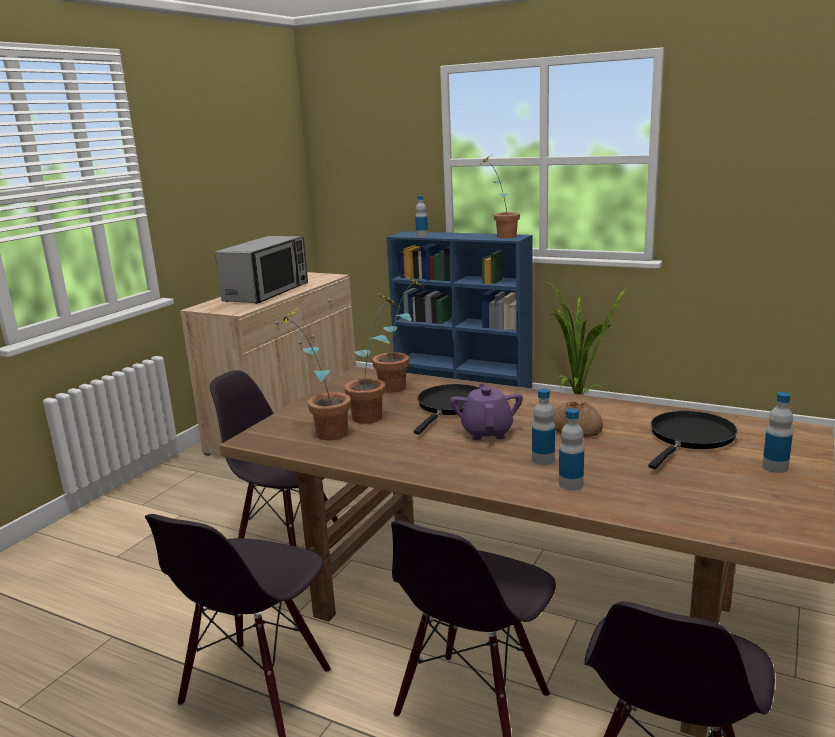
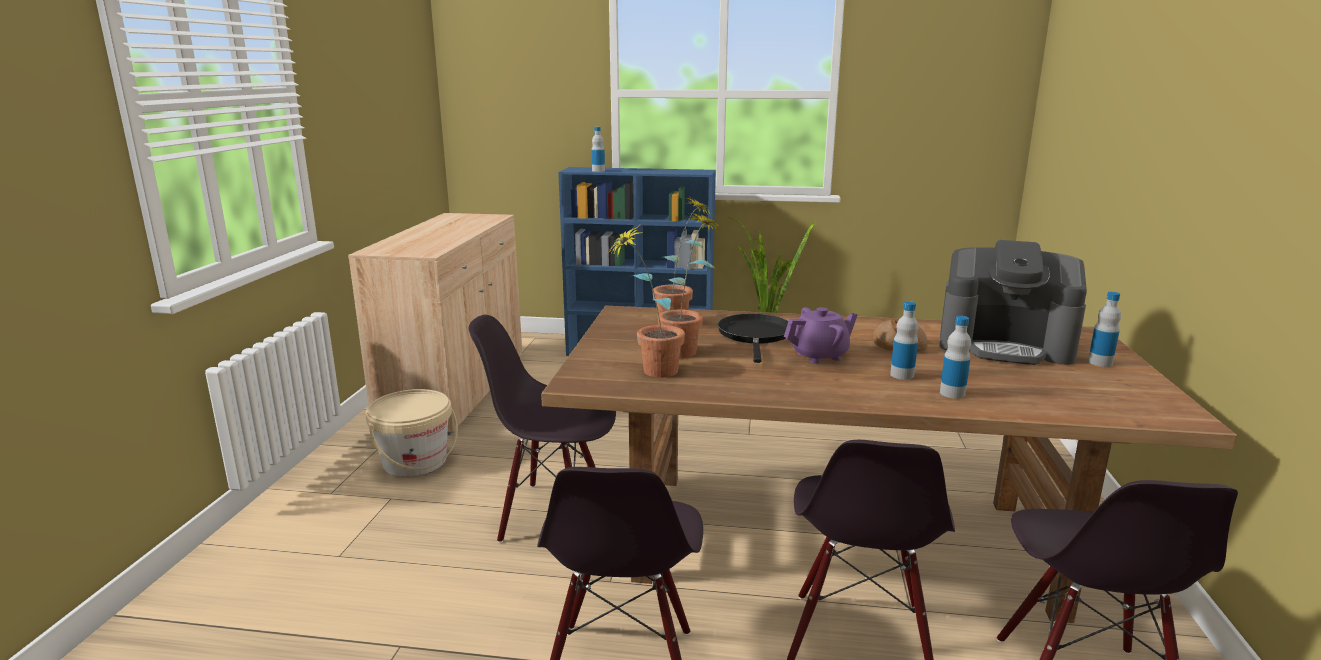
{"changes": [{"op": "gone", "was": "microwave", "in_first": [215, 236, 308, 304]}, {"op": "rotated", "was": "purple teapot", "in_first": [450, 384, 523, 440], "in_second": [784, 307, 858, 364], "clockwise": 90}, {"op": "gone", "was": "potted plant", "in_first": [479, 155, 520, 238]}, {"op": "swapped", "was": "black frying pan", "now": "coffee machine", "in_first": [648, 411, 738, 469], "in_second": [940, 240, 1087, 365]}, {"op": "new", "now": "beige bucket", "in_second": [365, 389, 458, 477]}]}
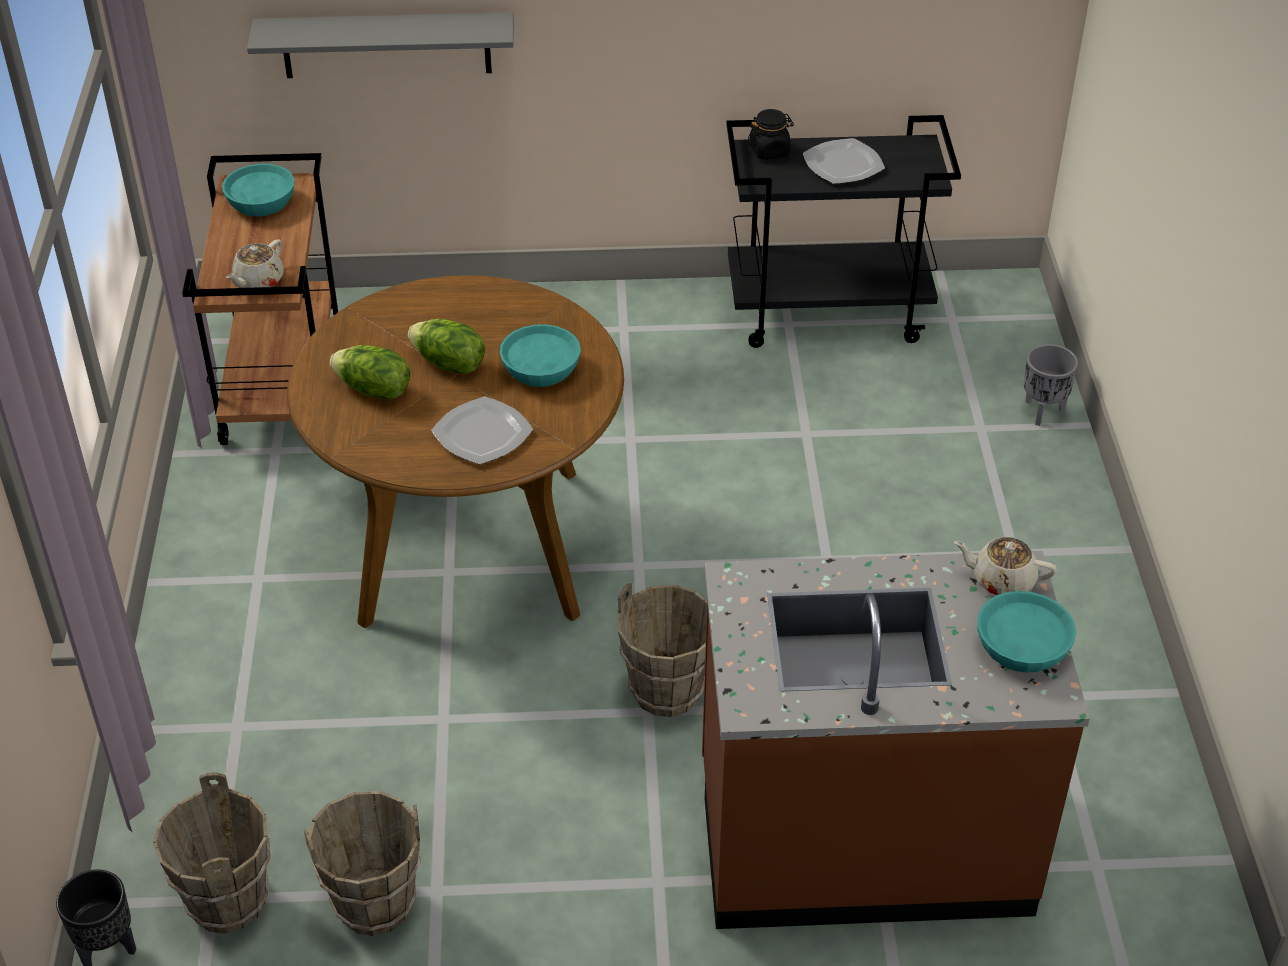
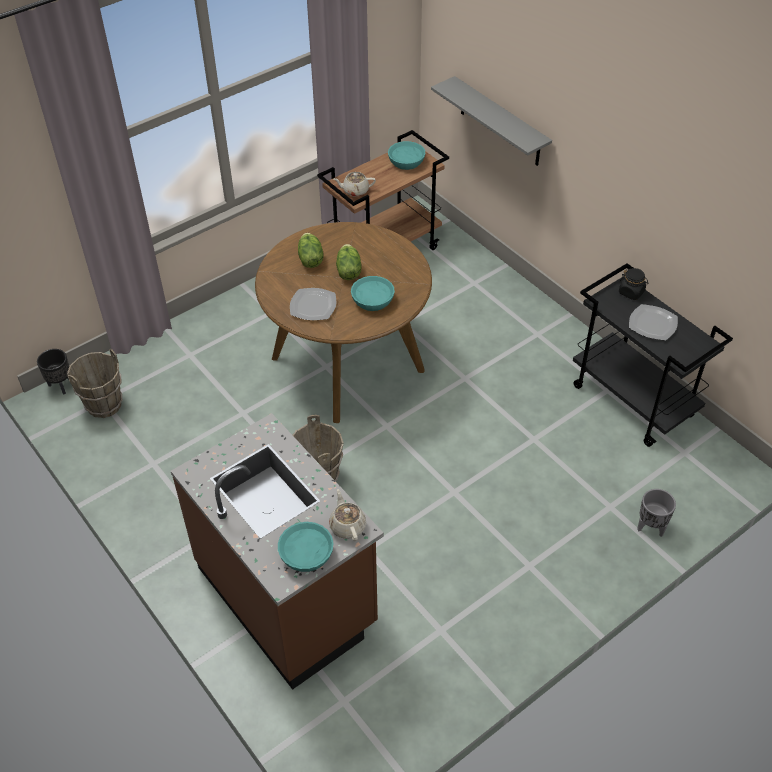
{"changes": [{"op": "gone", "was": "brown bucket", "in_first": [304, 791, 421, 936]}]}
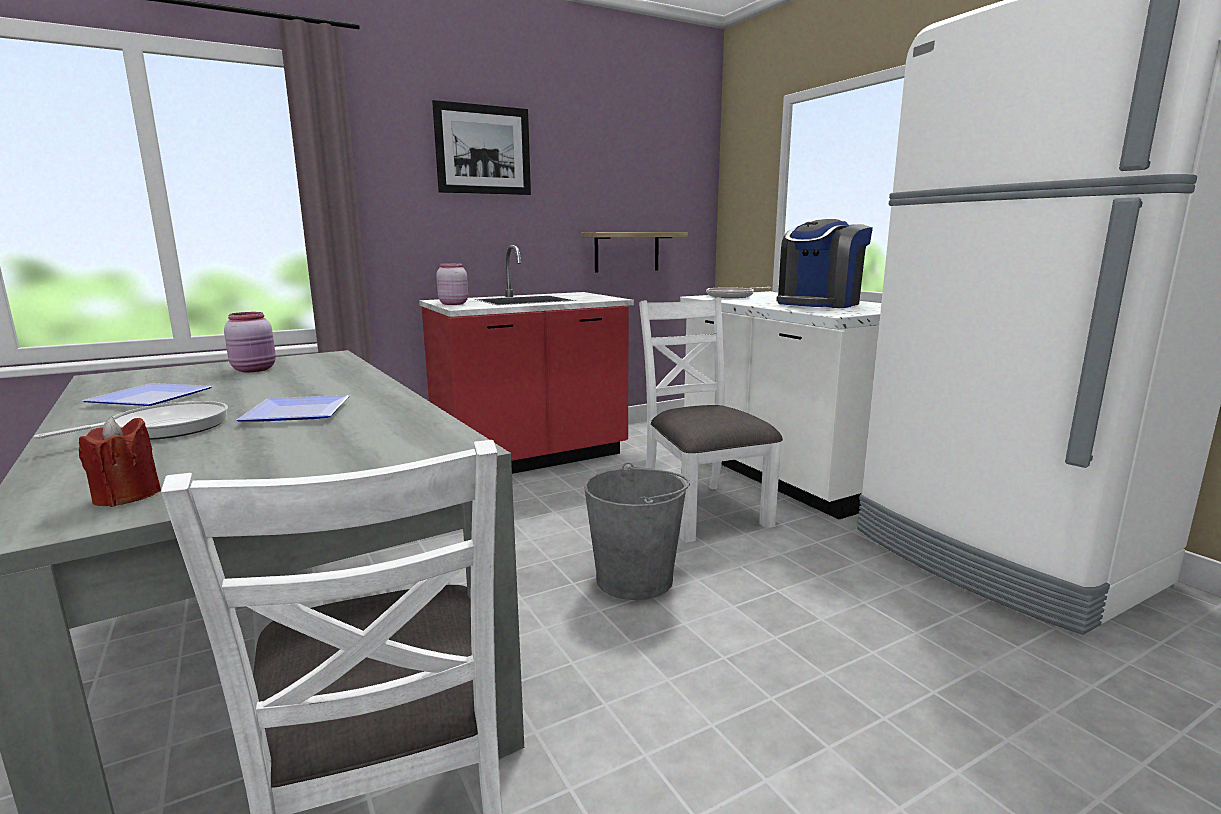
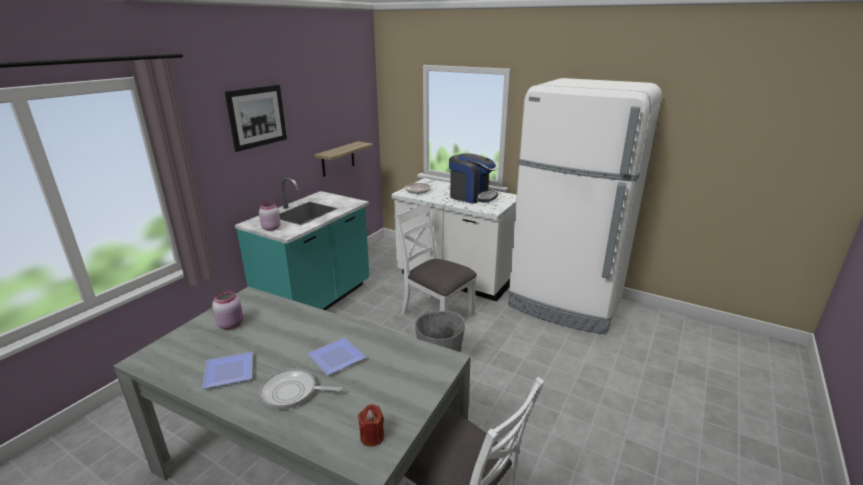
{"changes": [{"op": "rotated", "was": "frying pan", "in_first": [34, 401, 228, 440], "in_second": [260, 369, 342, 409], "clockwise": -90}, {"op": "repainted", "was": "red counter", "now": "turquoise counter", "in_first": [419, 245, 634, 474], "in_second": [235, 178, 370, 310]}, {"op": "rotated", "was": "coffee machine", "in_first": [776, 219, 873, 308], "in_second": [449, 153, 498, 204], "clockwise": -75}]}
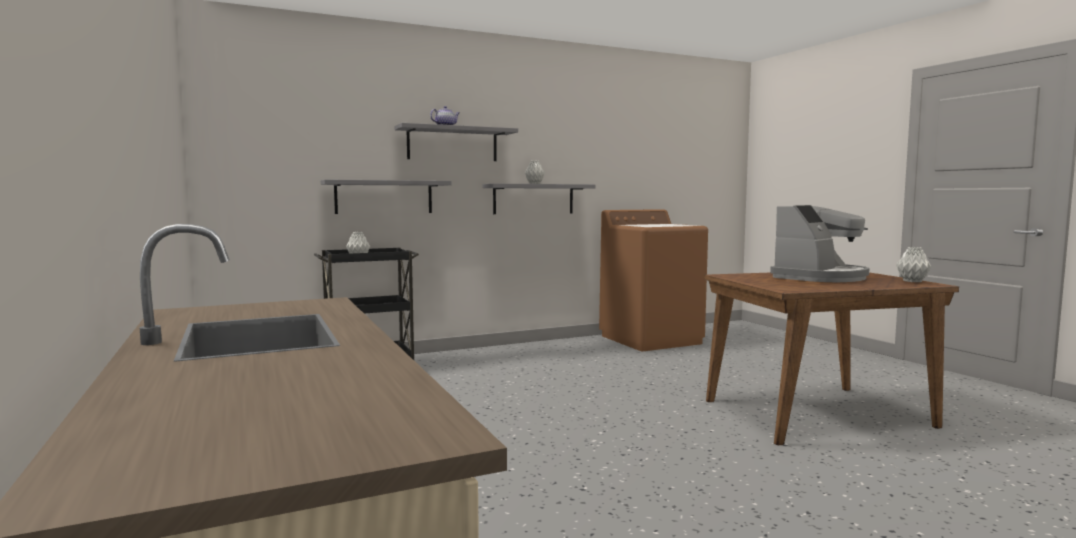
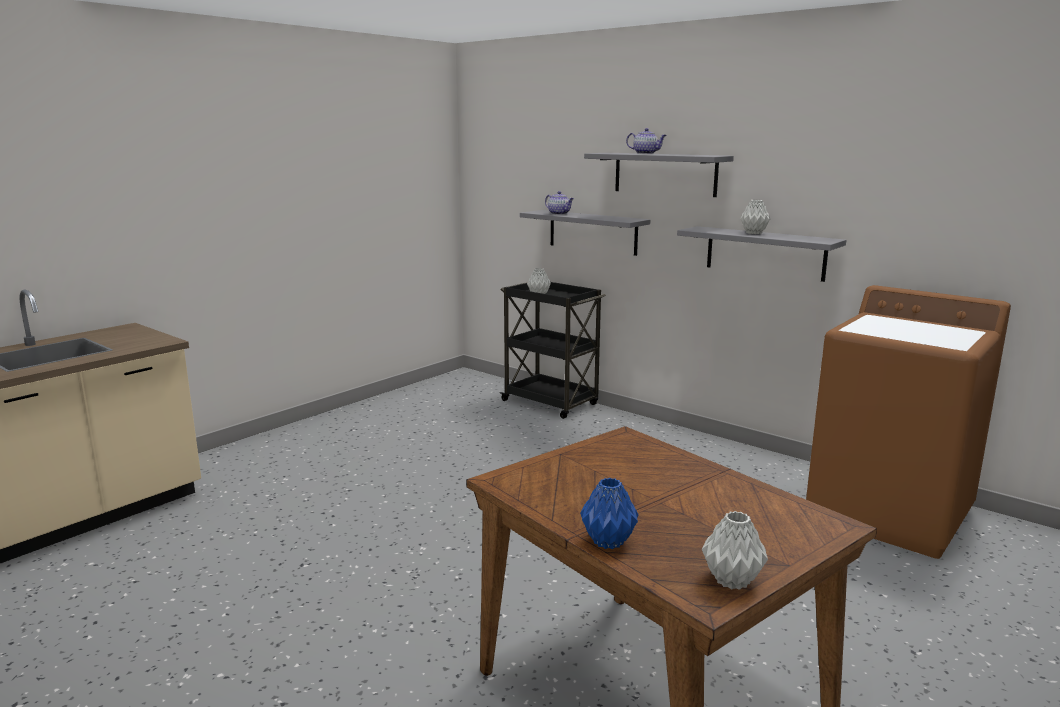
{"changes": [{"op": "gone", "was": "coffee machine", "in_first": [770, 205, 869, 282]}, {"op": "new", "now": "teapot", "in_second": [545, 191, 574, 215]}, {"op": "new", "now": "blue vase", "in_second": [580, 478, 638, 549]}]}
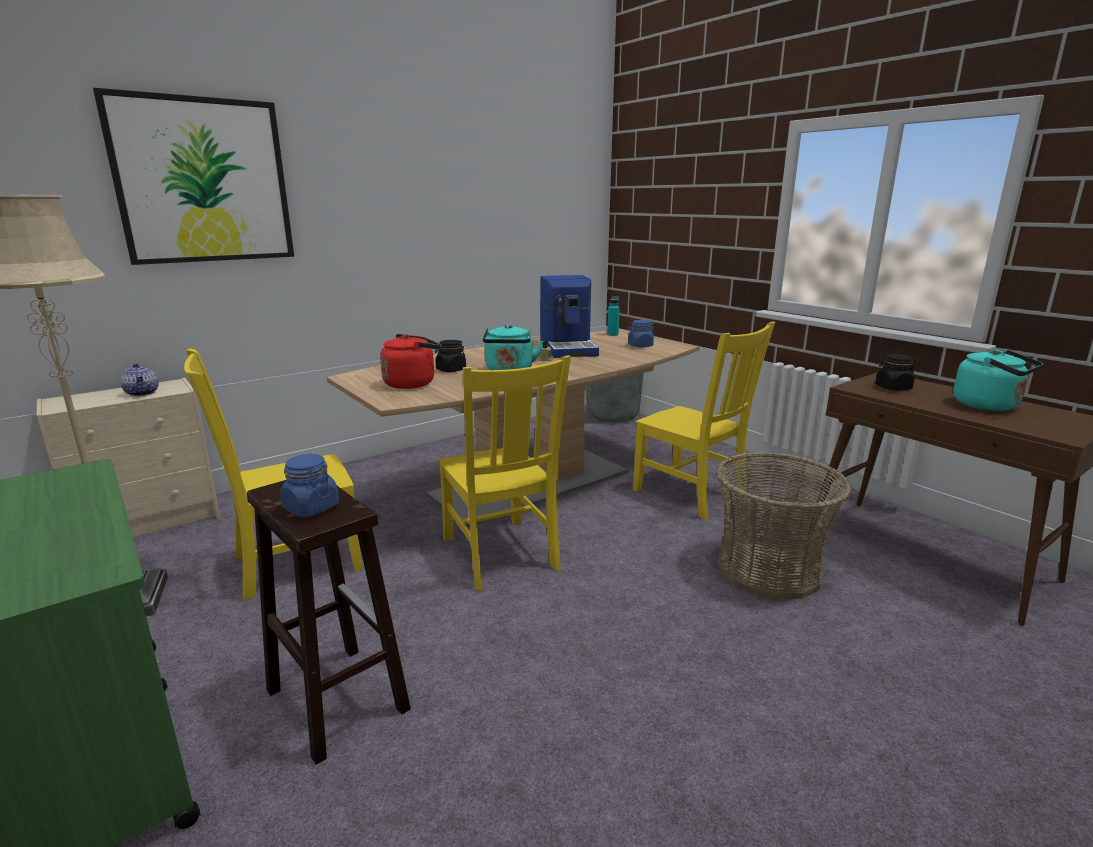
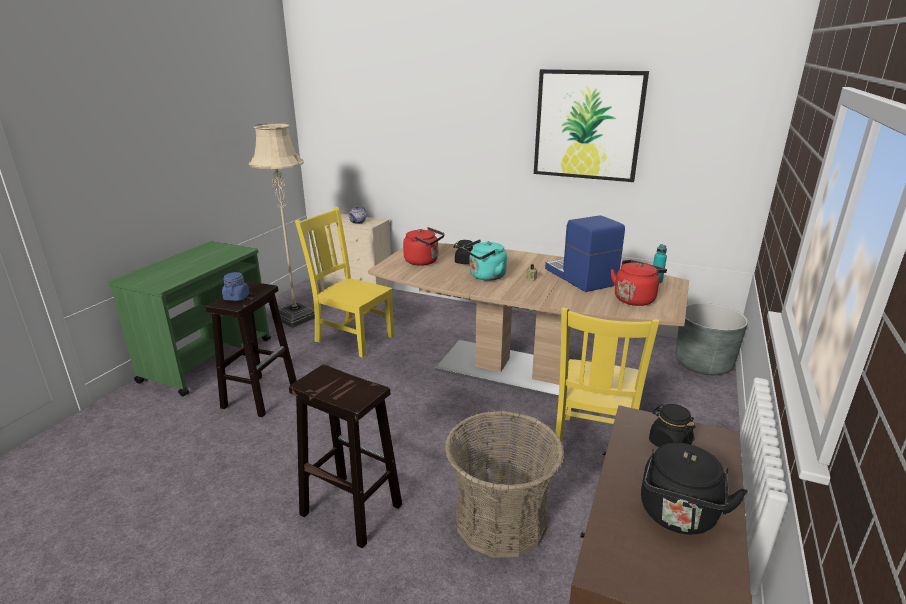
{"changes": [{"op": "shifted", "was": "picture", "in_first": [93, 88, 294, 265], "in_second": [534, 69, 649, 182]}, {"op": "gone", "was": "yellow chair", "in_first": [439, 355, 571, 590]}, {"op": "rotated", "was": "coffee machine", "in_first": [540, 275, 599, 358], "in_second": [545, 215, 625, 292], "clockwise": 105}, {"op": "swapped", "was": "blue jar", "now": "red kettle", "in_first": [627, 320, 654, 347], "in_second": [610, 260, 667, 306]}, {"op": "repainted", "was": "turquoise kettle", "now": "black kettle", "in_first": [953, 350, 1043, 411], "in_second": [641, 443, 748, 535]}, {"op": "new", "now": "brown stool", "in_second": [289, 365, 402, 548]}]}
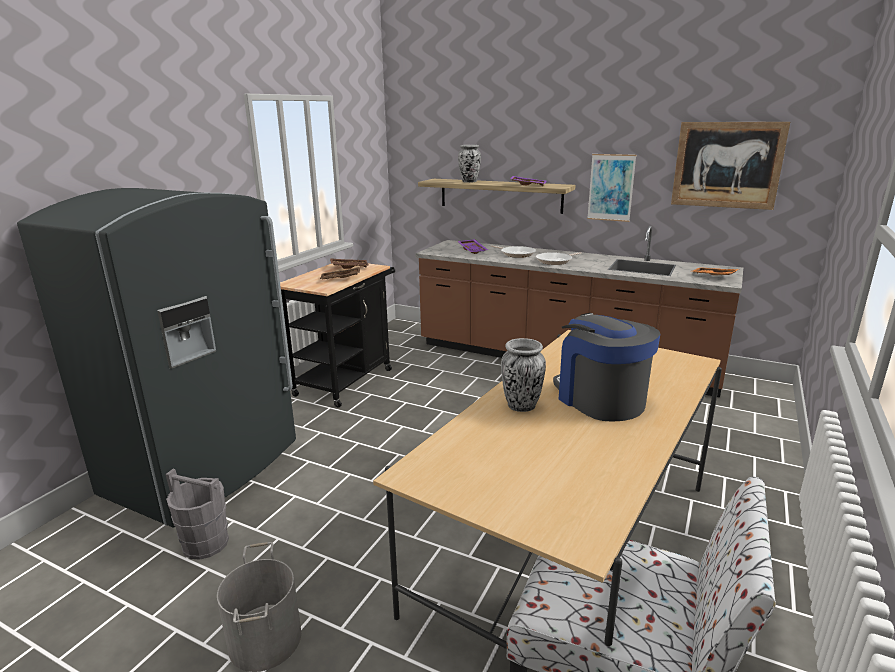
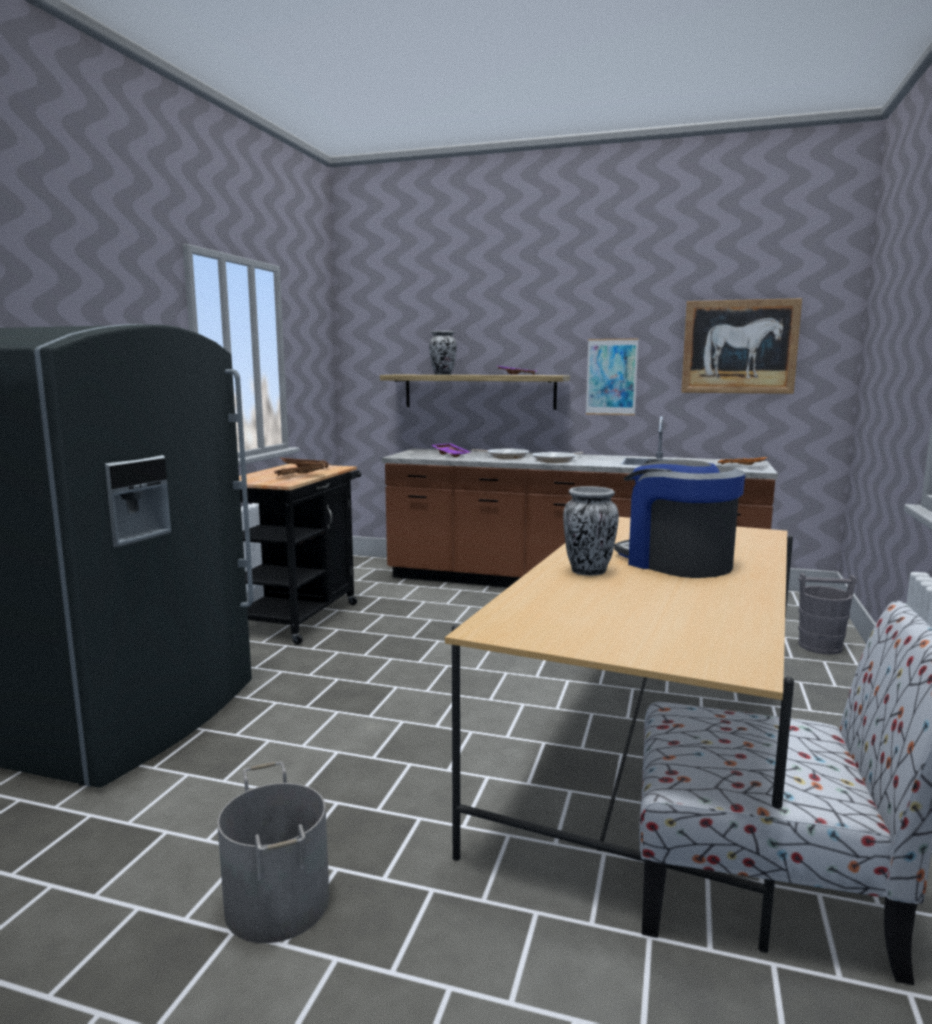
{"changes": [{"op": "shifted", "was": "grey bucket", "in_first": [165, 469, 229, 560], "in_second": [798, 573, 857, 655]}]}
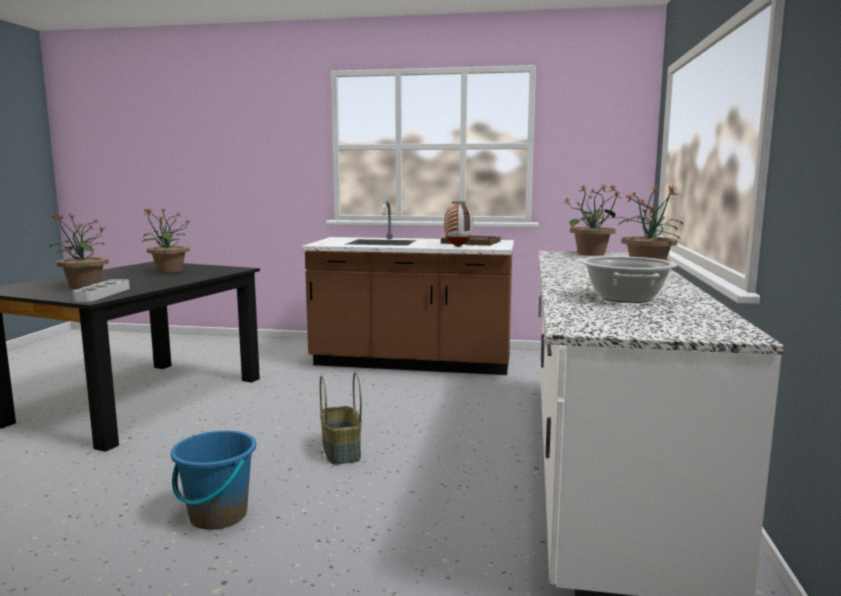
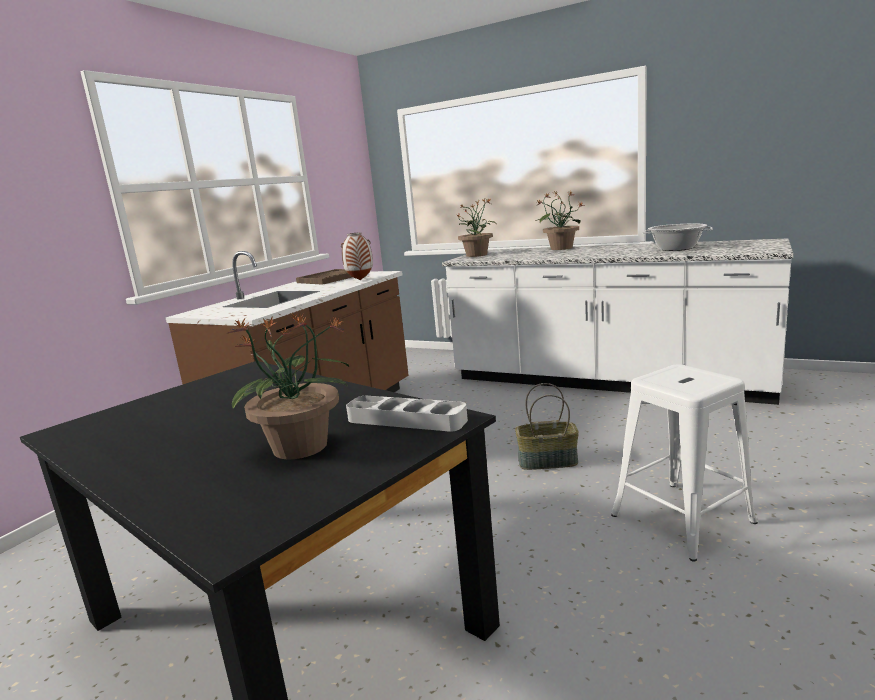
{"changes": [{"op": "gone", "was": "potted plant", "in_first": [141, 208, 190, 273]}, {"op": "swapped", "was": "blue bucket", "now": "white stool", "in_first": [171, 431, 256, 530], "in_second": [611, 364, 758, 562]}]}
